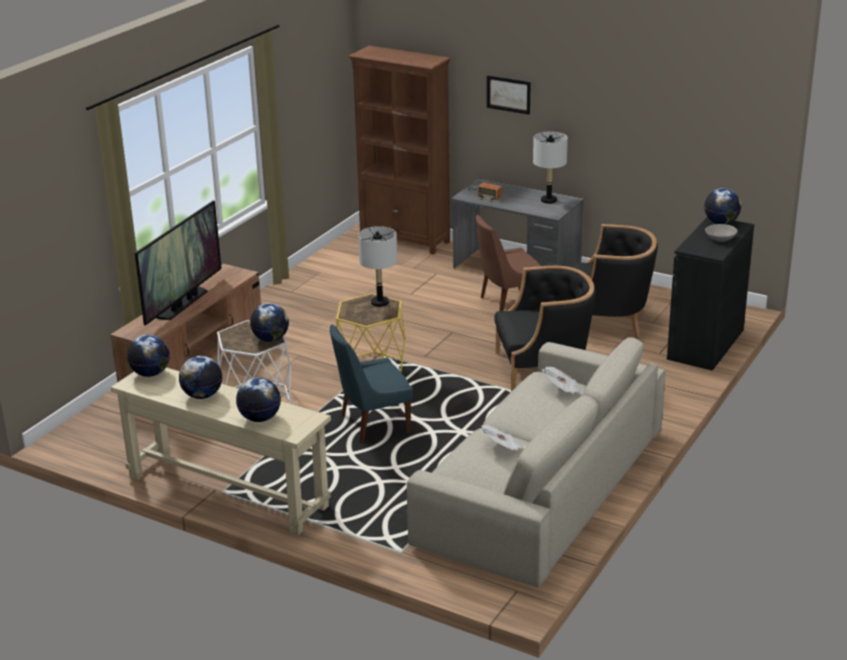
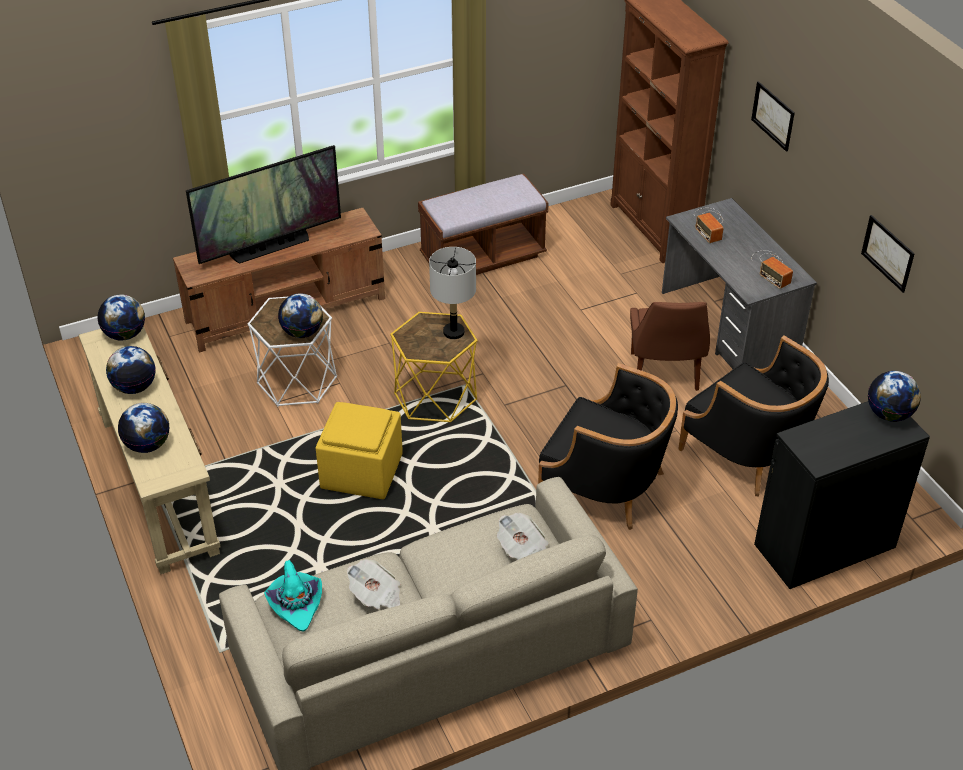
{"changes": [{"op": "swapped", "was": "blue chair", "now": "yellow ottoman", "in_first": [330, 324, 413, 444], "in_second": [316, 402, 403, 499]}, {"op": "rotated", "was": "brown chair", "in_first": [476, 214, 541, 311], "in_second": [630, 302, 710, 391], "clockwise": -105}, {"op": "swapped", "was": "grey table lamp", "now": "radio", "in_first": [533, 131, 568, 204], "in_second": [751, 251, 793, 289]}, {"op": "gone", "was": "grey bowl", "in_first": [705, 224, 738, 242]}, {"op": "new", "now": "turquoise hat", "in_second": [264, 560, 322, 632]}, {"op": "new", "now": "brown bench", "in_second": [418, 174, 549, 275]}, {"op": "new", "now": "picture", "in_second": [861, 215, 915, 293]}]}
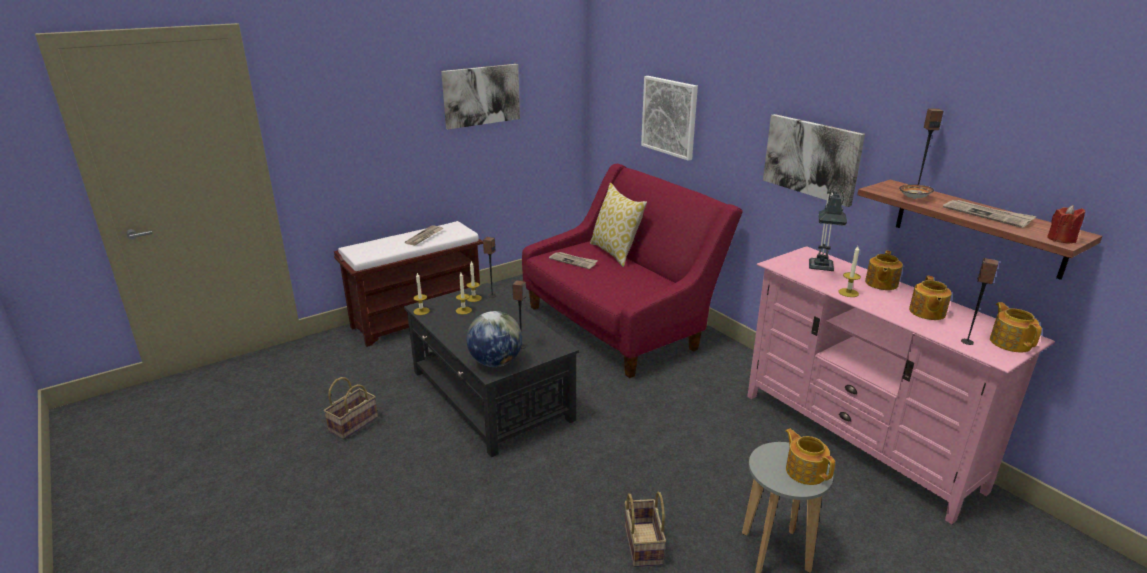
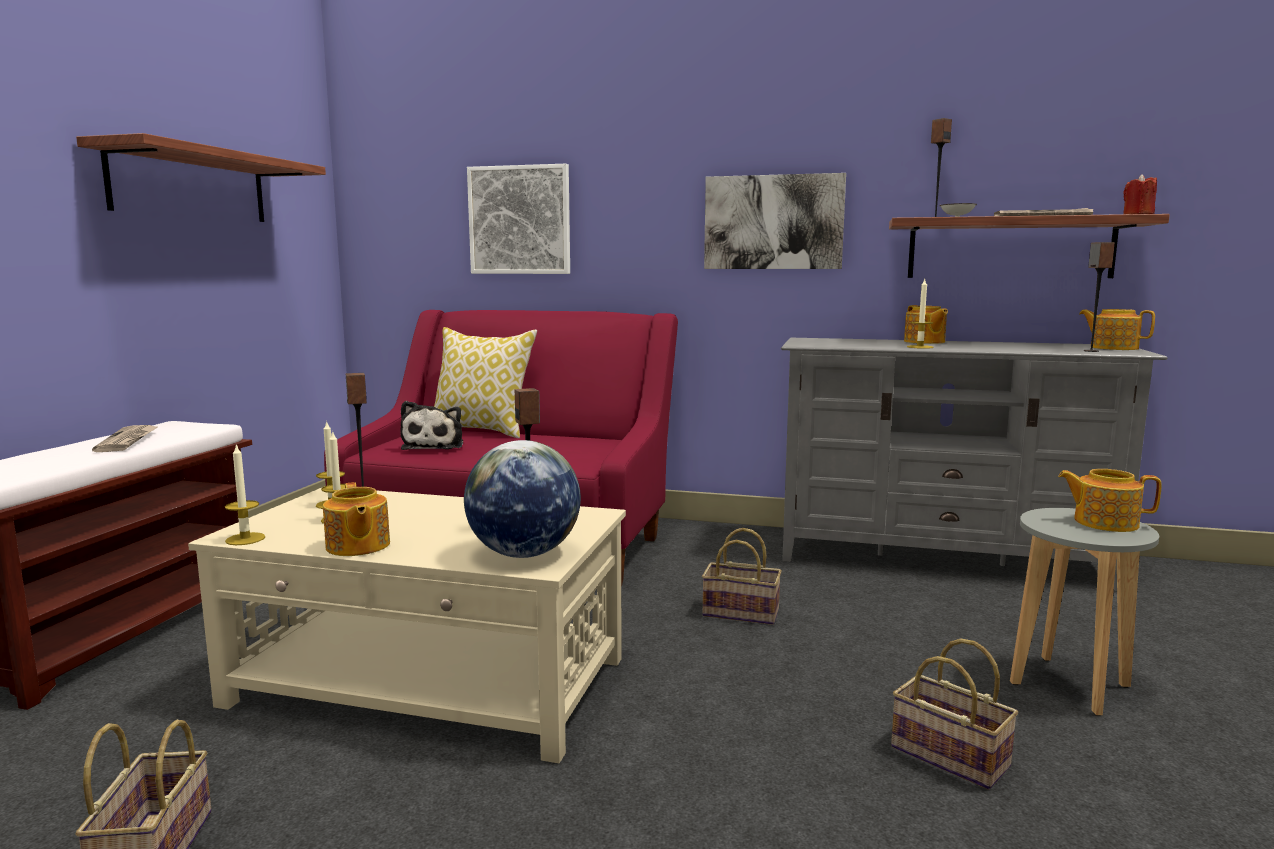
{"changes": [{"op": "repainted", "was": "black coffee table", "now": "beige coffee table", "in_first": [404, 283, 579, 457], "in_second": [188, 488, 626, 763]}, {"op": "swapped", "was": "picture", "now": "shelf", "in_first": [441, 64, 520, 129], "in_second": [76, 133, 326, 222]}, {"op": "swapped", "was": "newspaper", "now": "plush toy", "in_first": [549, 252, 598, 269], "in_second": [400, 401, 463, 450]}, {"op": "repainted", "was": "pink tv stand", "now": "grey tv stand", "in_first": [747, 246, 1055, 524], "in_second": [781, 338, 1168, 591]}, {"op": "gone", "was": "table lamp", "in_first": [809, 189, 847, 271]}, {"op": "shifted", "was": "teapot", "in_first": [909, 276, 952, 320], "in_second": [323, 482, 390, 556]}, {"op": "new", "now": "basket", "in_second": [702, 528, 781, 625]}]}
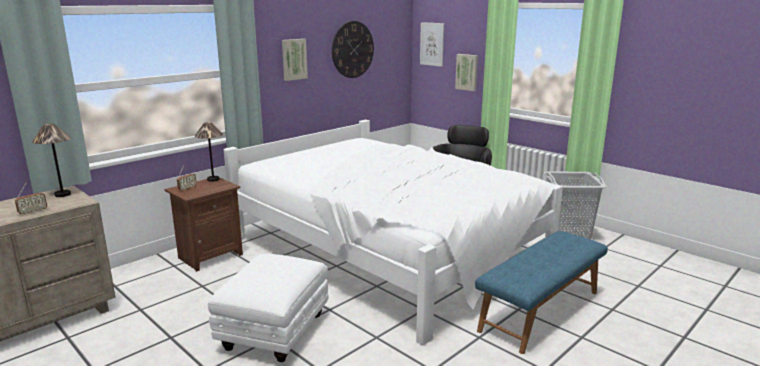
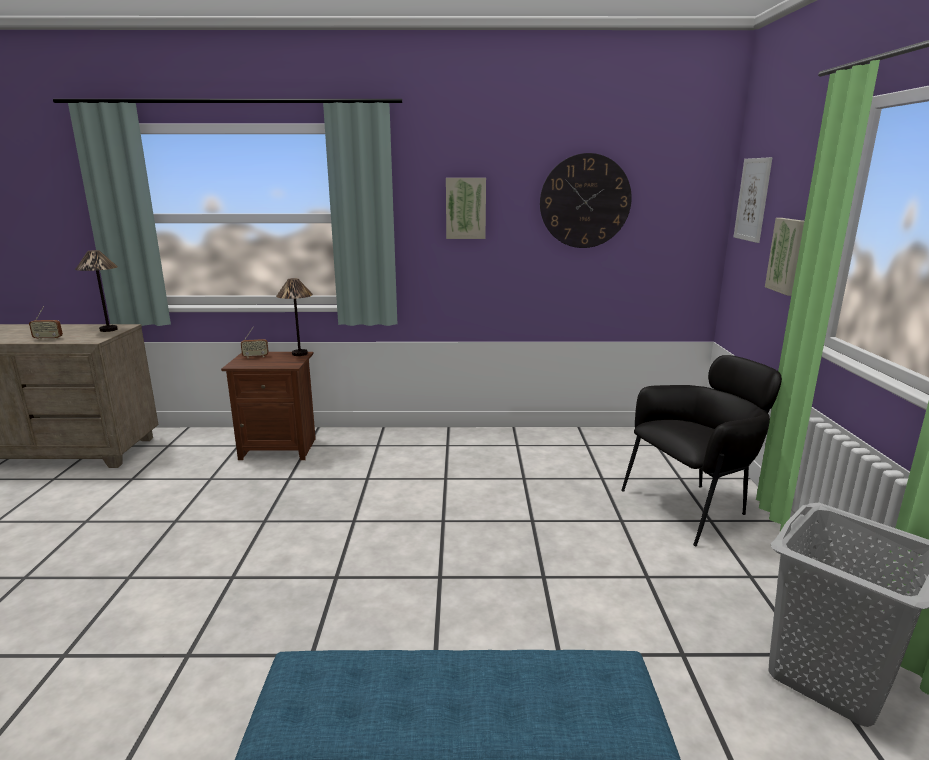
{"changes": [{"op": "gone", "was": "white ottoman", "in_first": [208, 254, 329, 362]}, {"op": "gone", "was": "white bed", "in_first": [224, 120, 563, 346]}]}
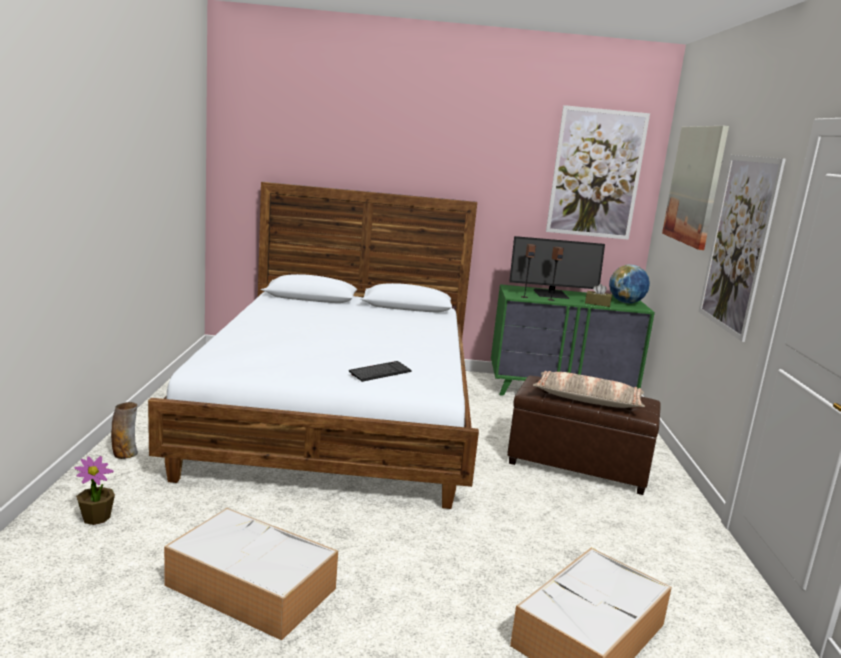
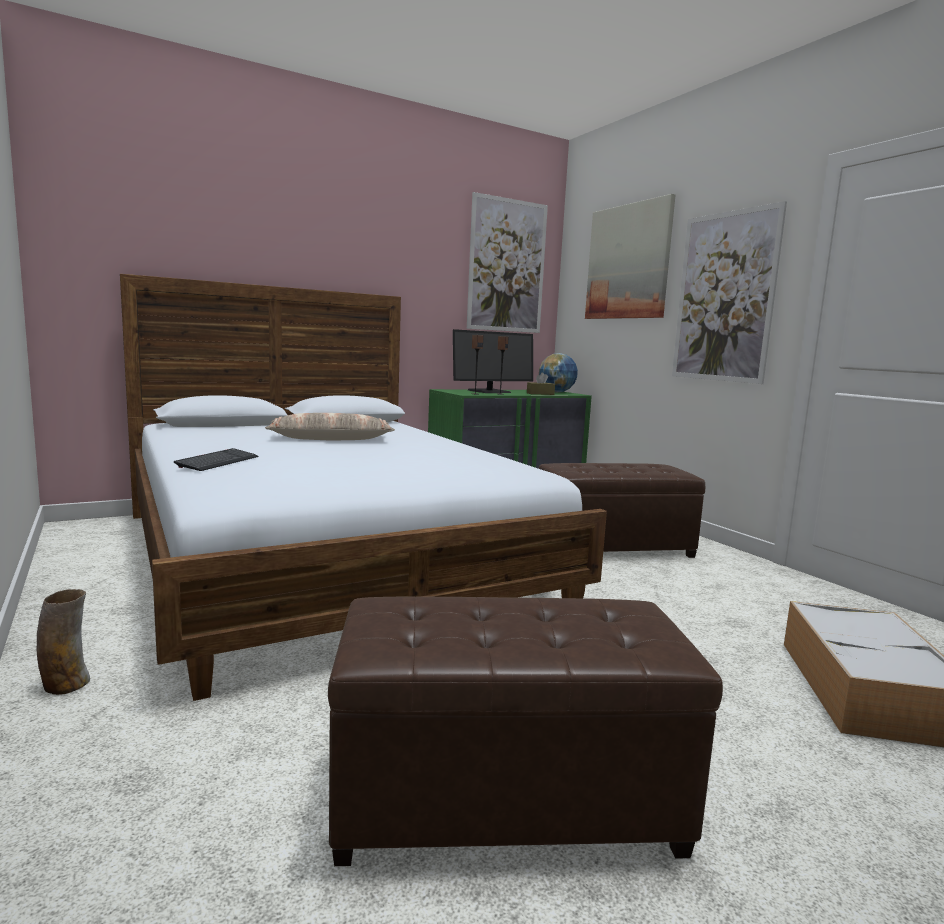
{"changes": [{"op": "gone", "was": "potted plant", "in_first": [74, 456, 115, 525]}, {"op": "swapped", "was": "storage box", "now": "brown ottoman", "in_first": [164, 508, 338, 641], "in_second": [328, 596, 723, 866]}, {"op": "shifted", "was": "keyboard", "in_first": [349, 361, 412, 382], "in_second": [174, 448, 258, 471]}, {"op": "shifted", "was": "pillow", "in_first": [533, 371, 645, 408], "in_second": [265, 413, 395, 440]}]}
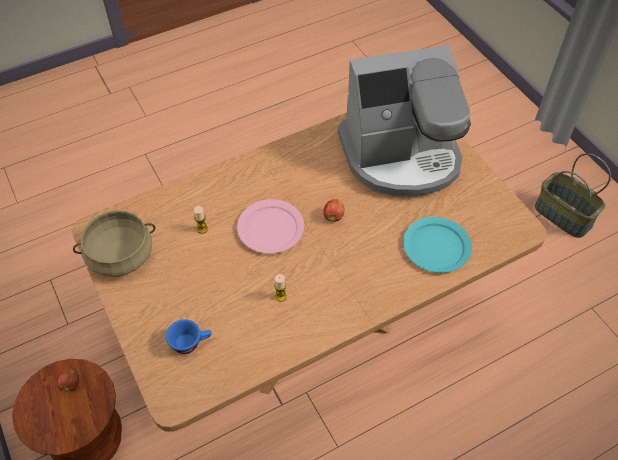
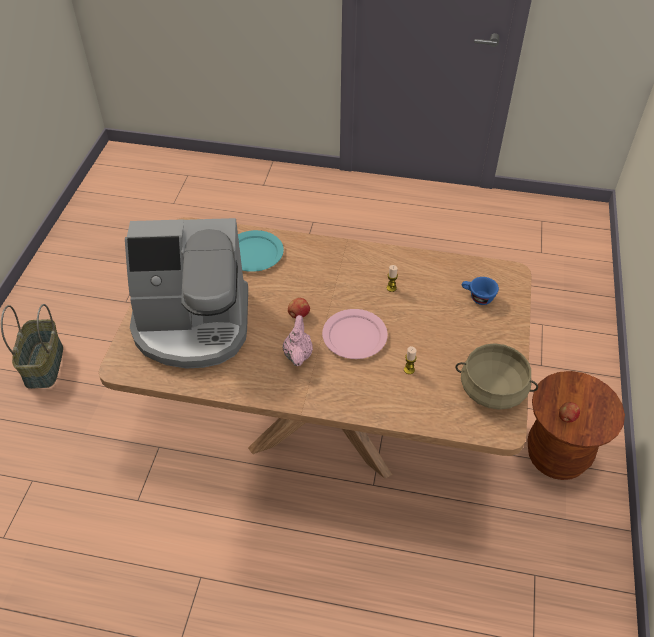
{"changes": [{"op": "rotated", "was": "coffee machine", "in_first": [338, 45, 471, 197], "in_second": [125, 218, 248, 369], "clockwise": 150}, {"op": "new", "now": "pink teapot", "in_second": [283, 315, 313, 366]}]}
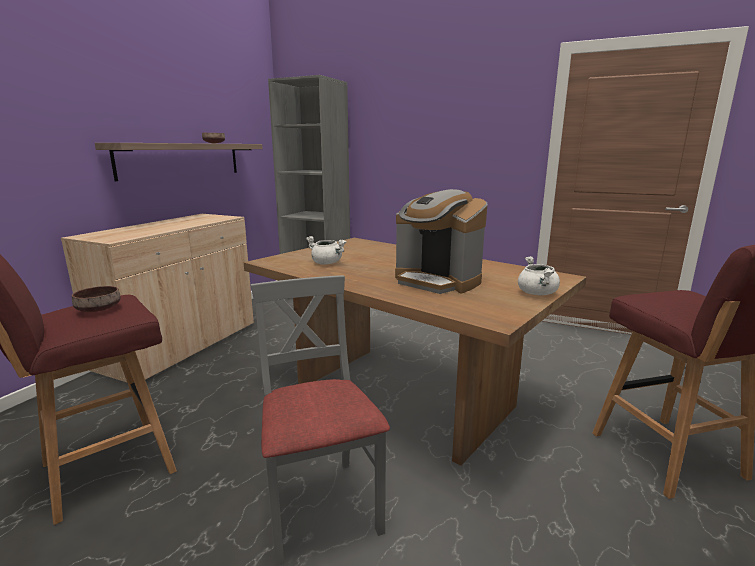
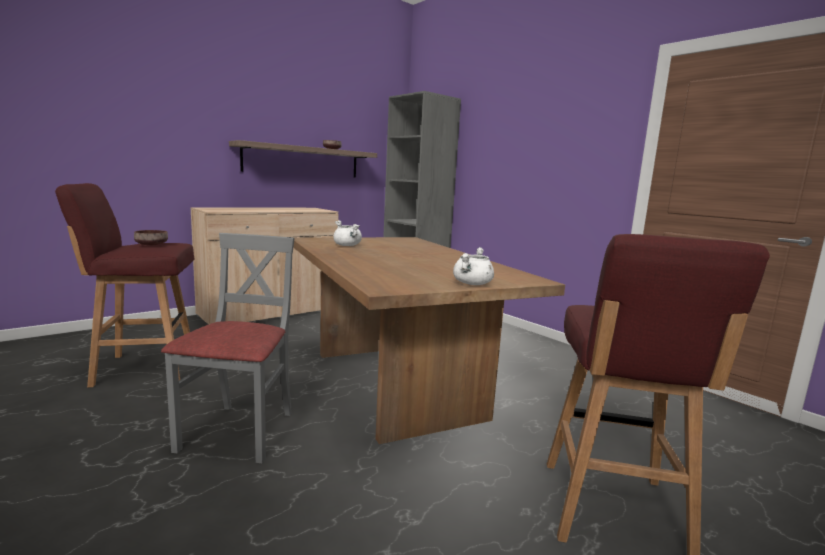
{"changes": [{"op": "gone", "was": "coffee machine", "in_first": [395, 189, 487, 294]}]}
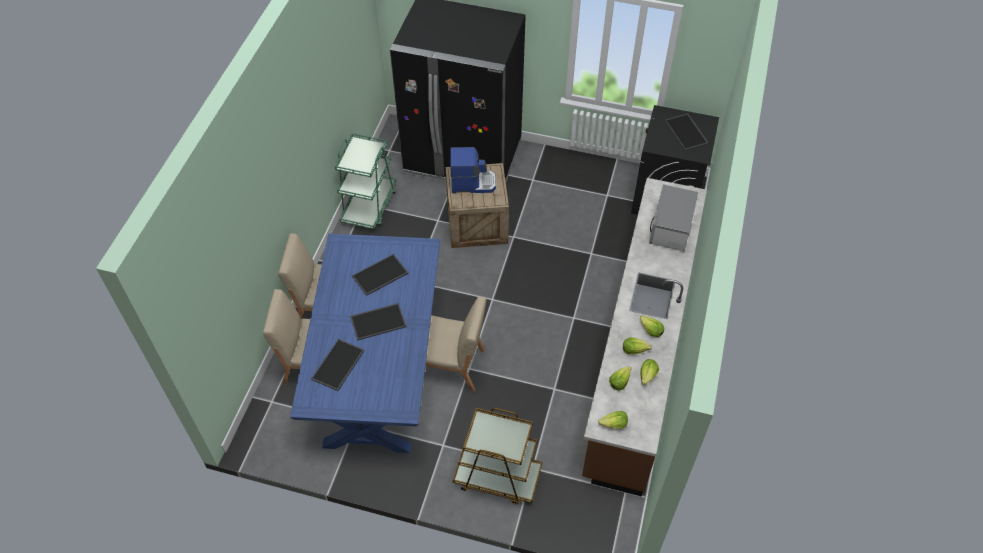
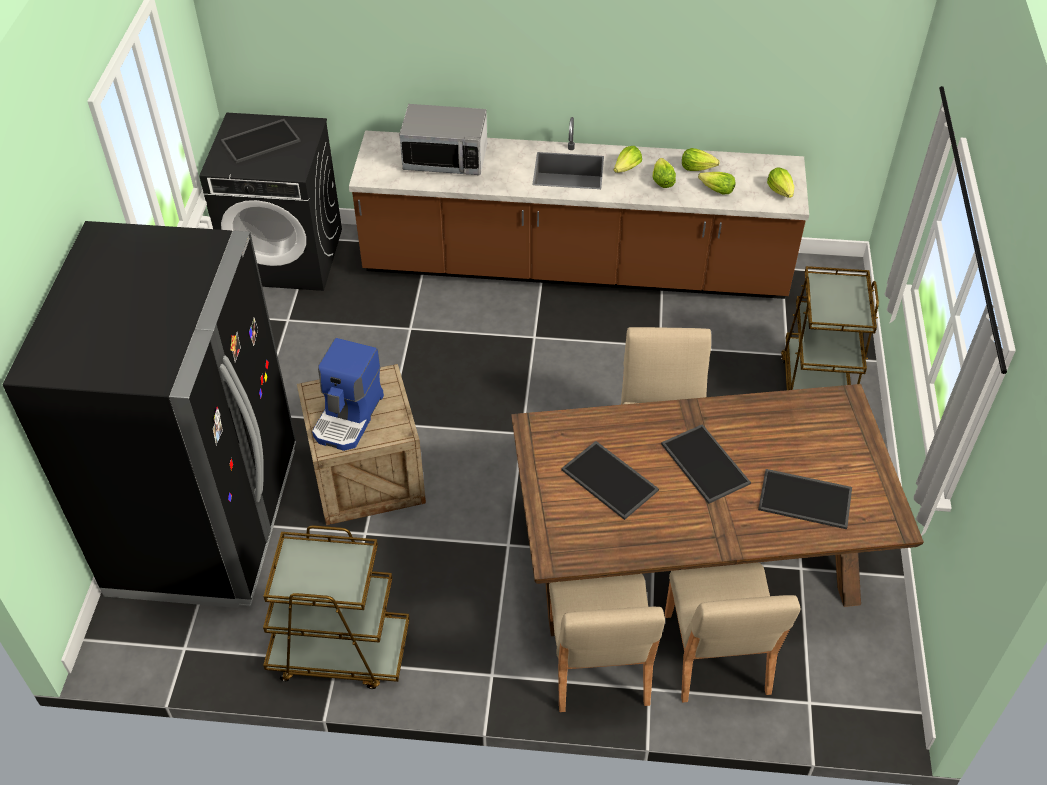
{"changes": [{"op": "repainted", "was": "blue dining table", "now": "brown dining table", "in_first": [290, 233, 440, 453], "in_second": [511, 384, 924, 636]}, {"op": "repainted", "was": "green cart", "now": "brown cart", "in_first": [335, 133, 396, 229], "in_second": [263, 525, 410, 689]}, {"op": "rotated", "was": "coffee machine", "in_first": [450, 147, 496, 193], "in_second": [312, 338, 384, 451], "clockwise": -150}]}
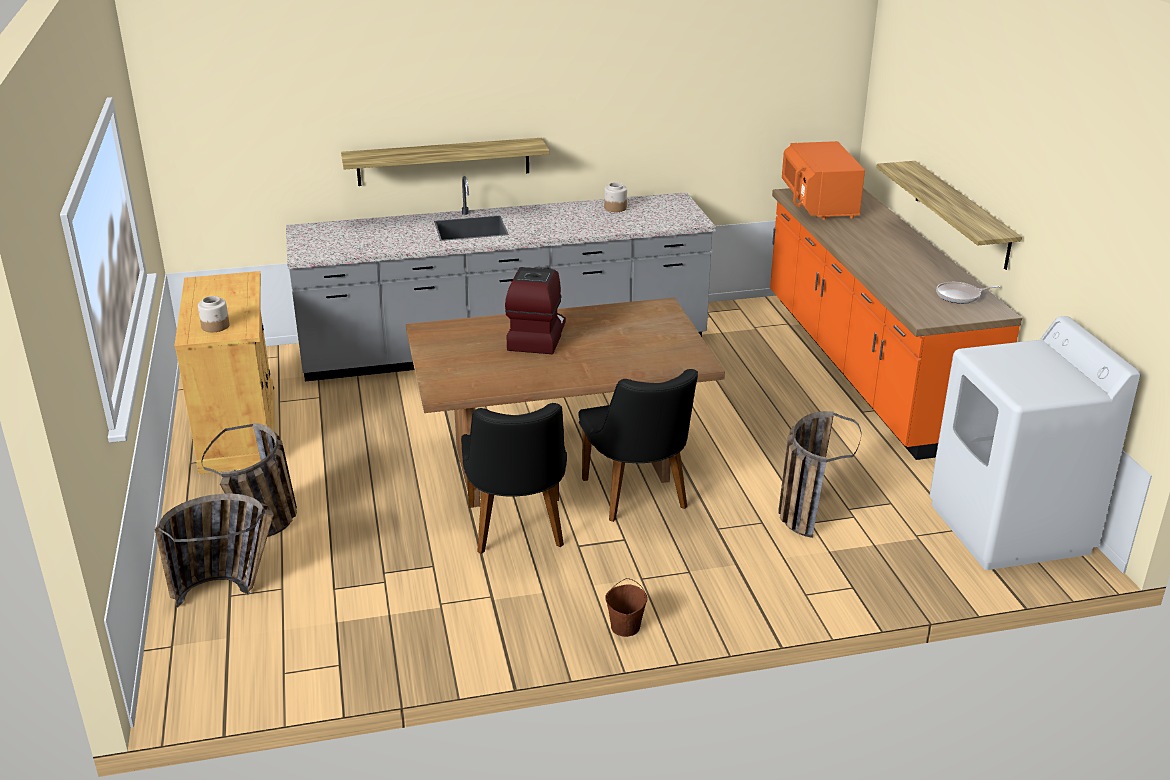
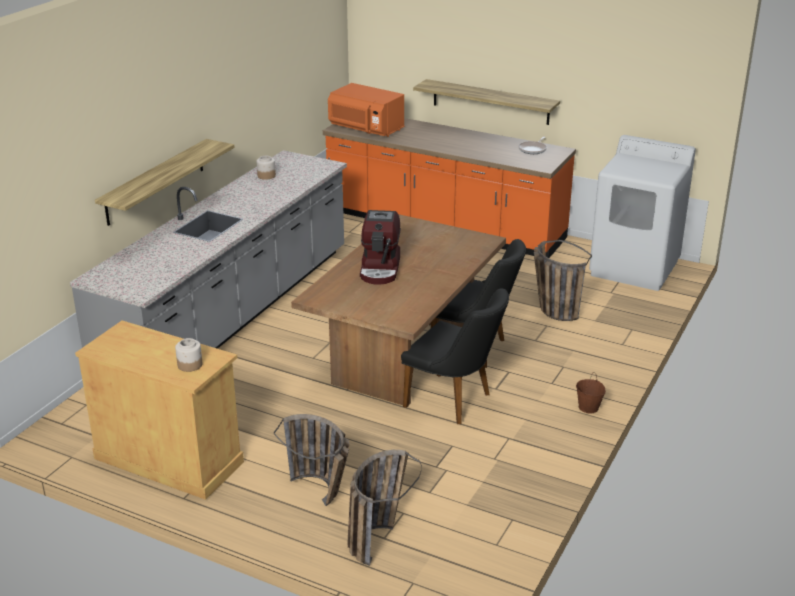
{"changes": [{"op": "rotated", "was": "coffee machine", "in_first": [505, 267, 566, 354], "in_second": [360, 210, 401, 285], "clockwise": -135}]}
